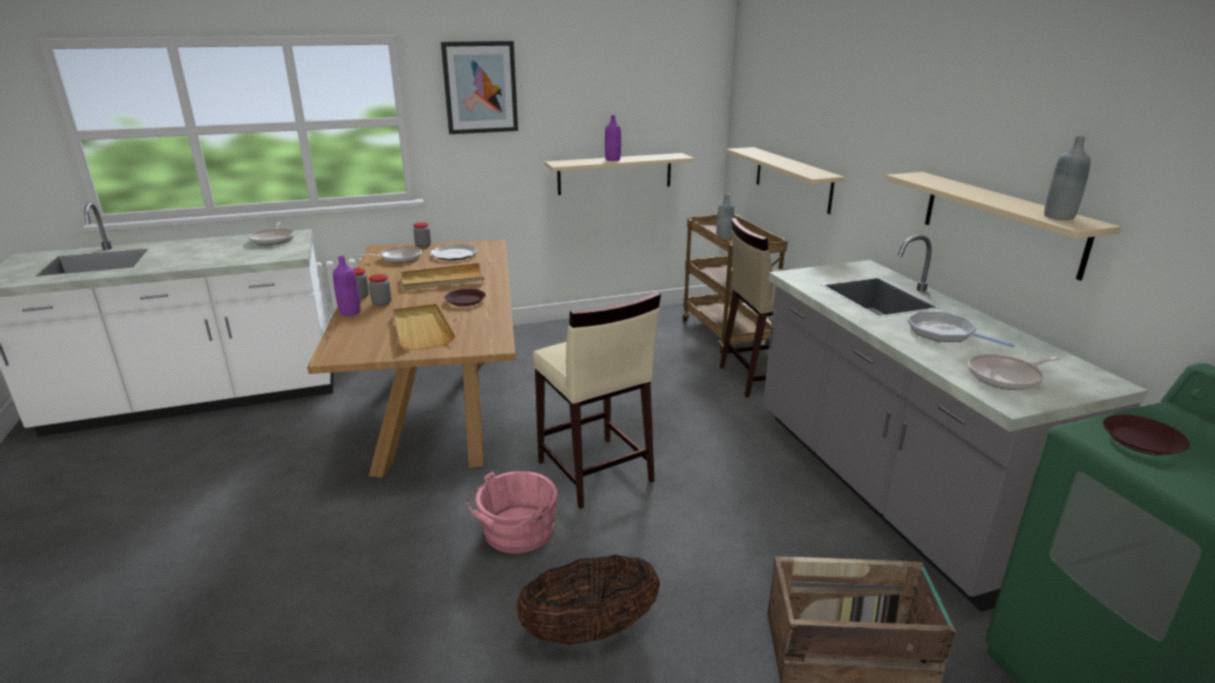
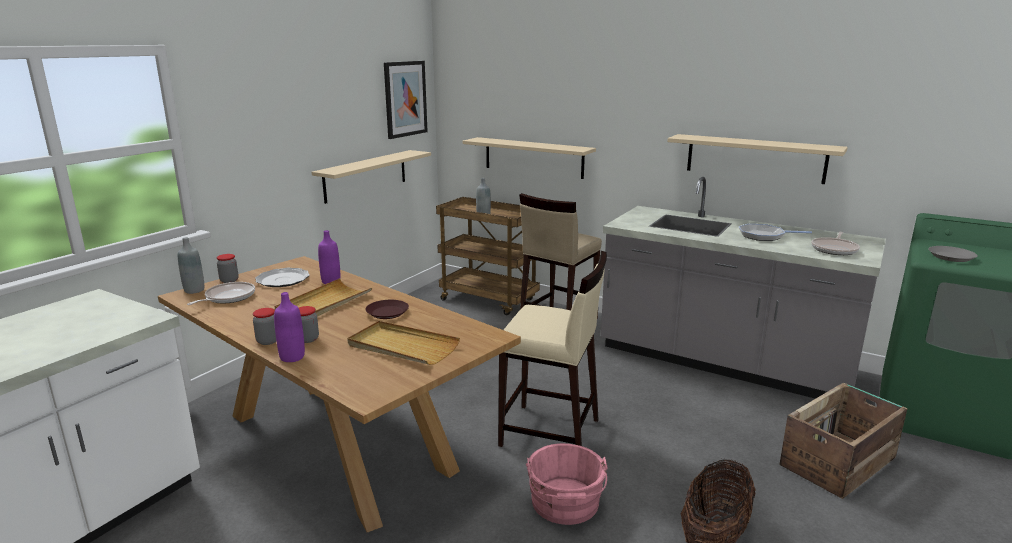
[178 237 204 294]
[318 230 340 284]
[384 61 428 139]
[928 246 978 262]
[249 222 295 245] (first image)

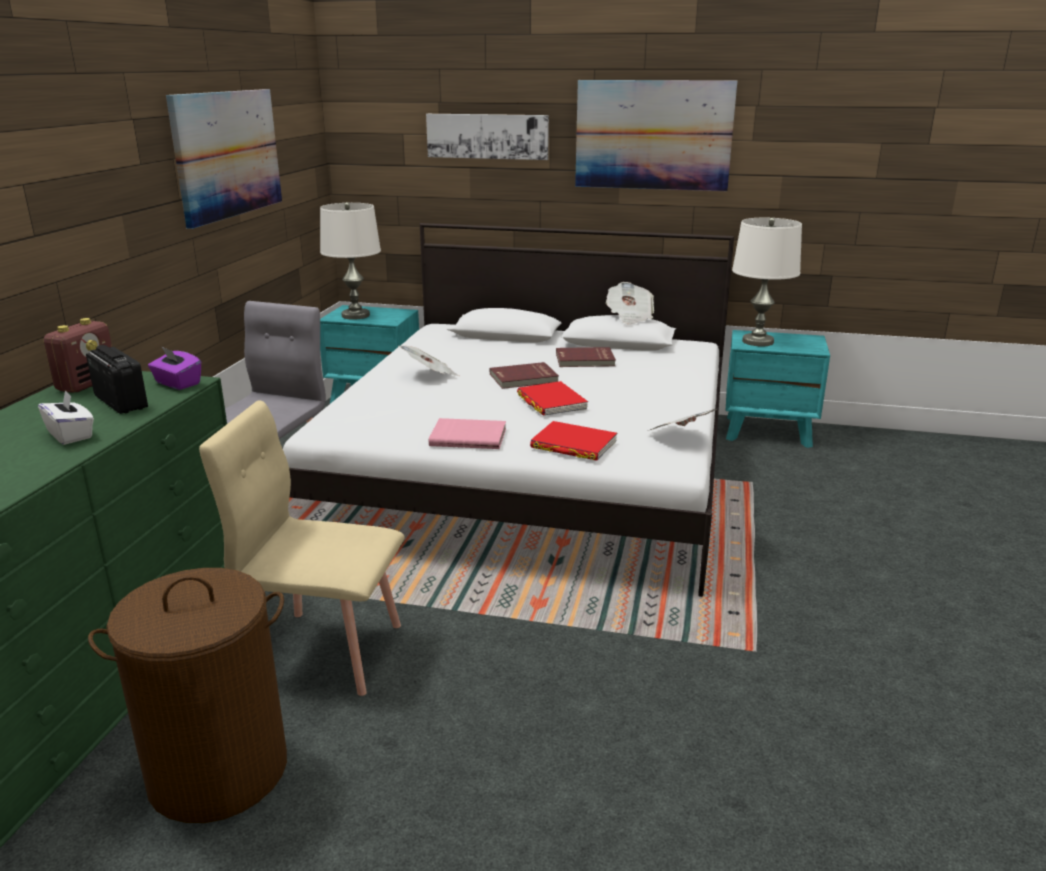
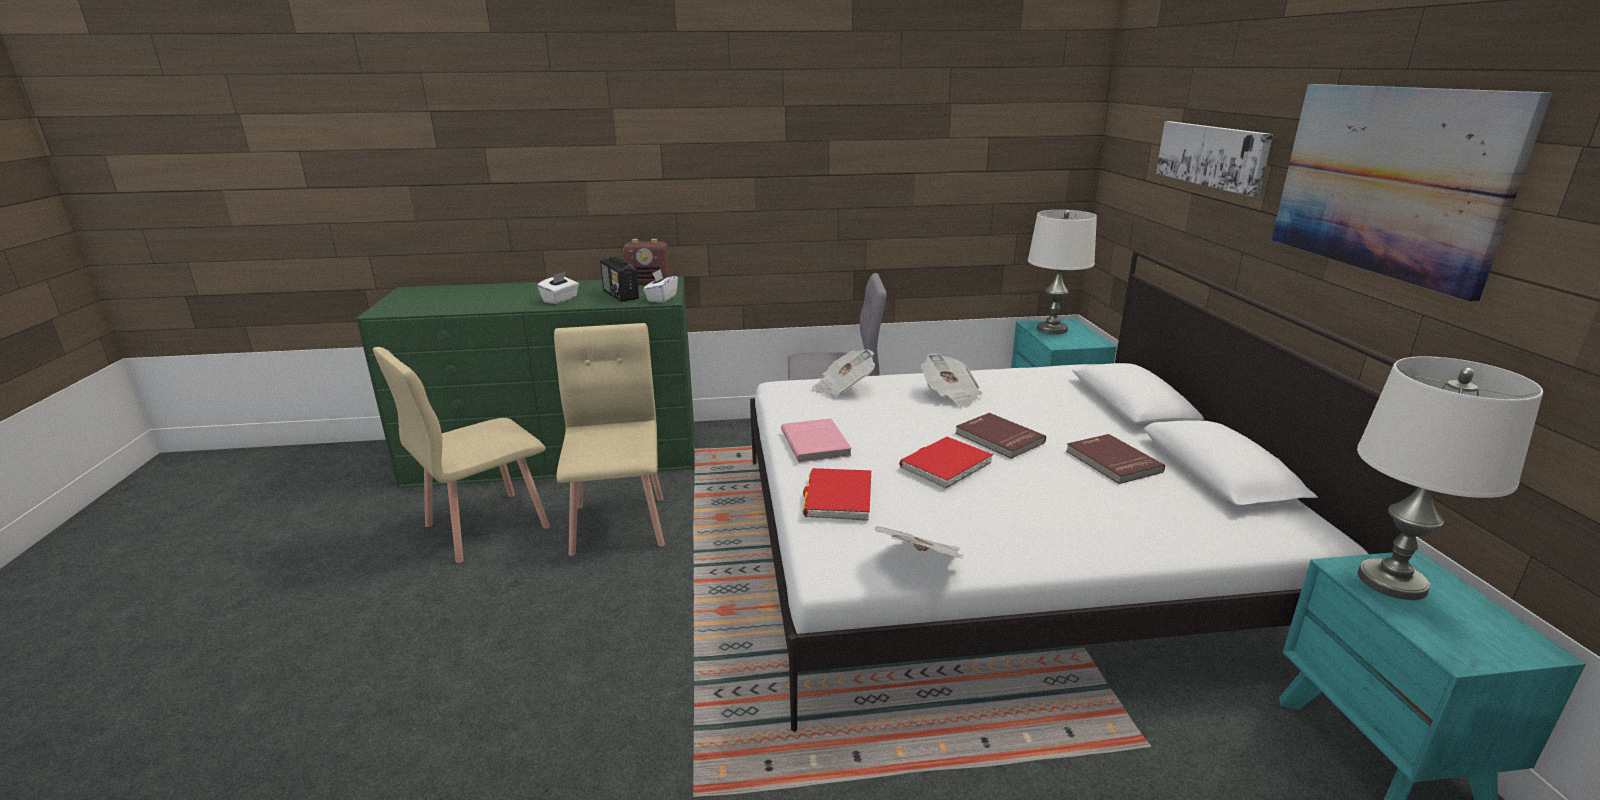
[373 347 550 563]
[600 257 639 302]
[643 270 678 303]
[812 349 875 396]
[166 89 282 229] (first image)

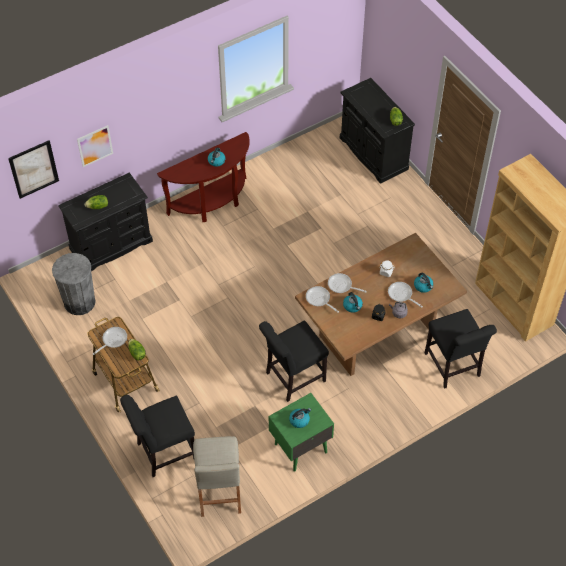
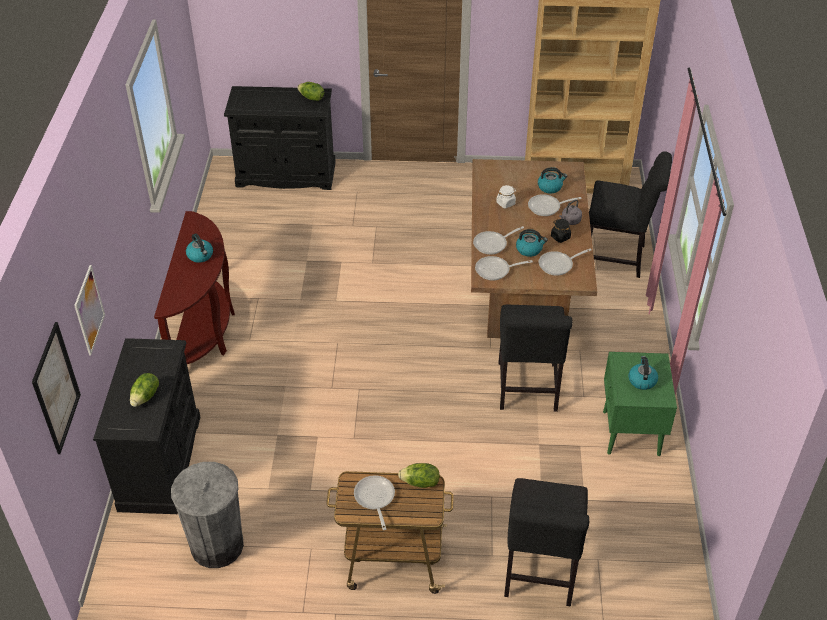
[538 248 592 276]
[193 436 241 517] (first image)

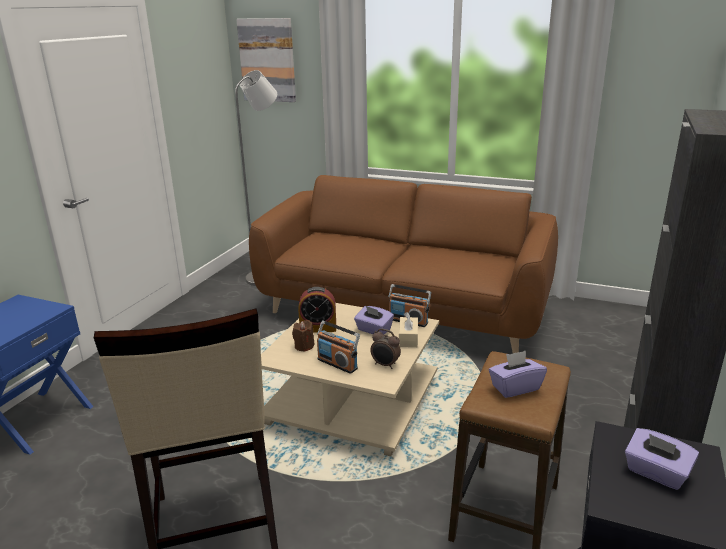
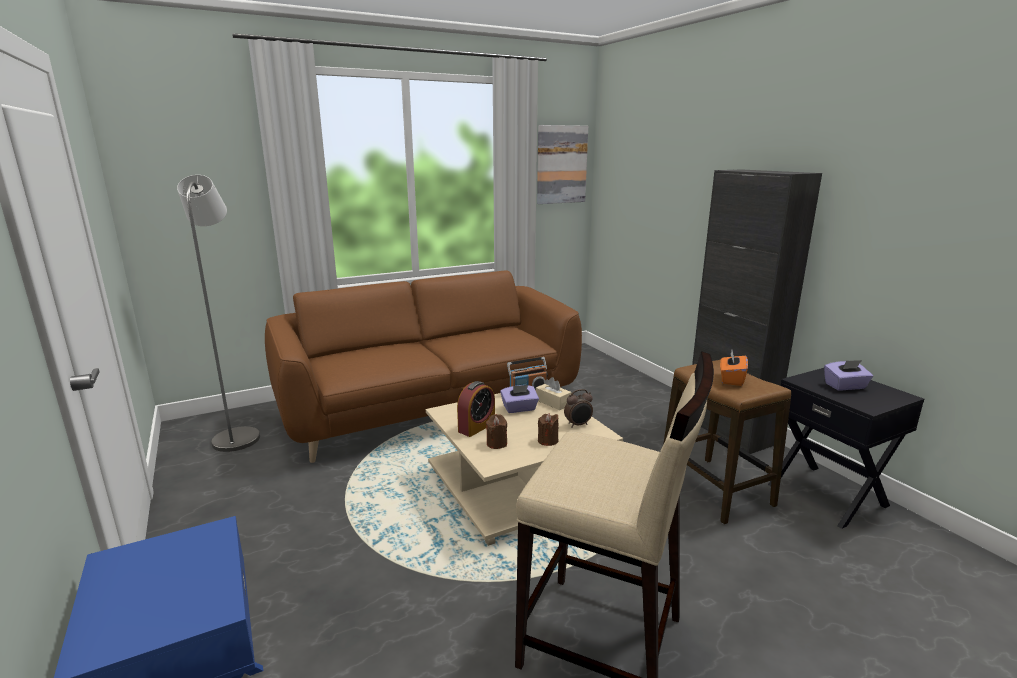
[537 125 588 204]
[538 413 558 446]
[720 351 748 386]

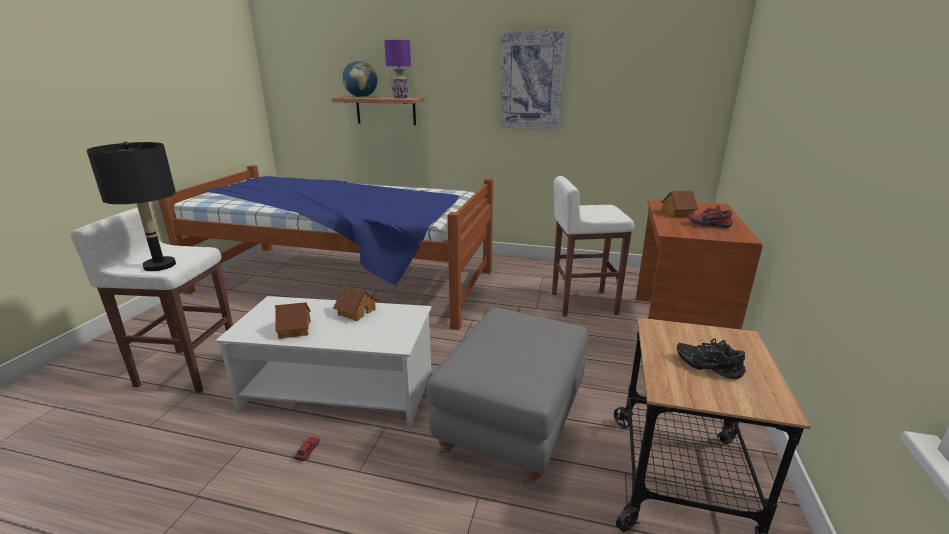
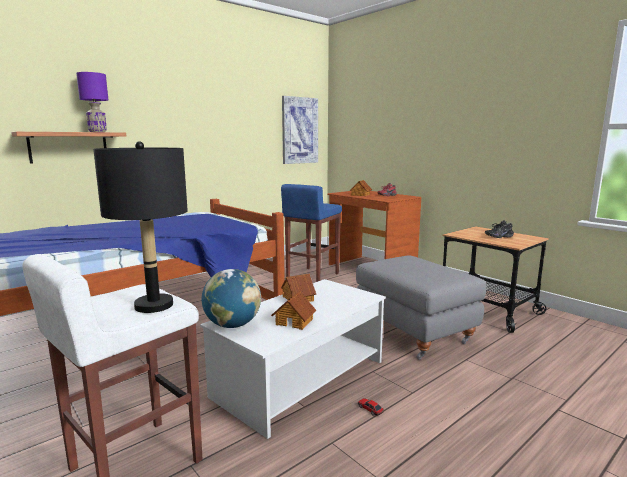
[202 269 261 328]
[281 184 342 282]
[282 96 318 164]

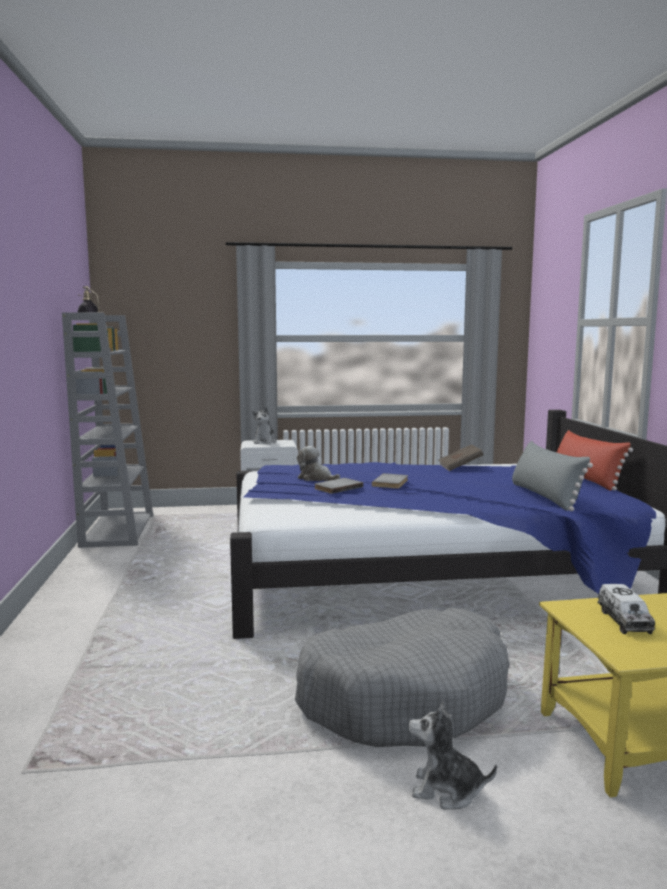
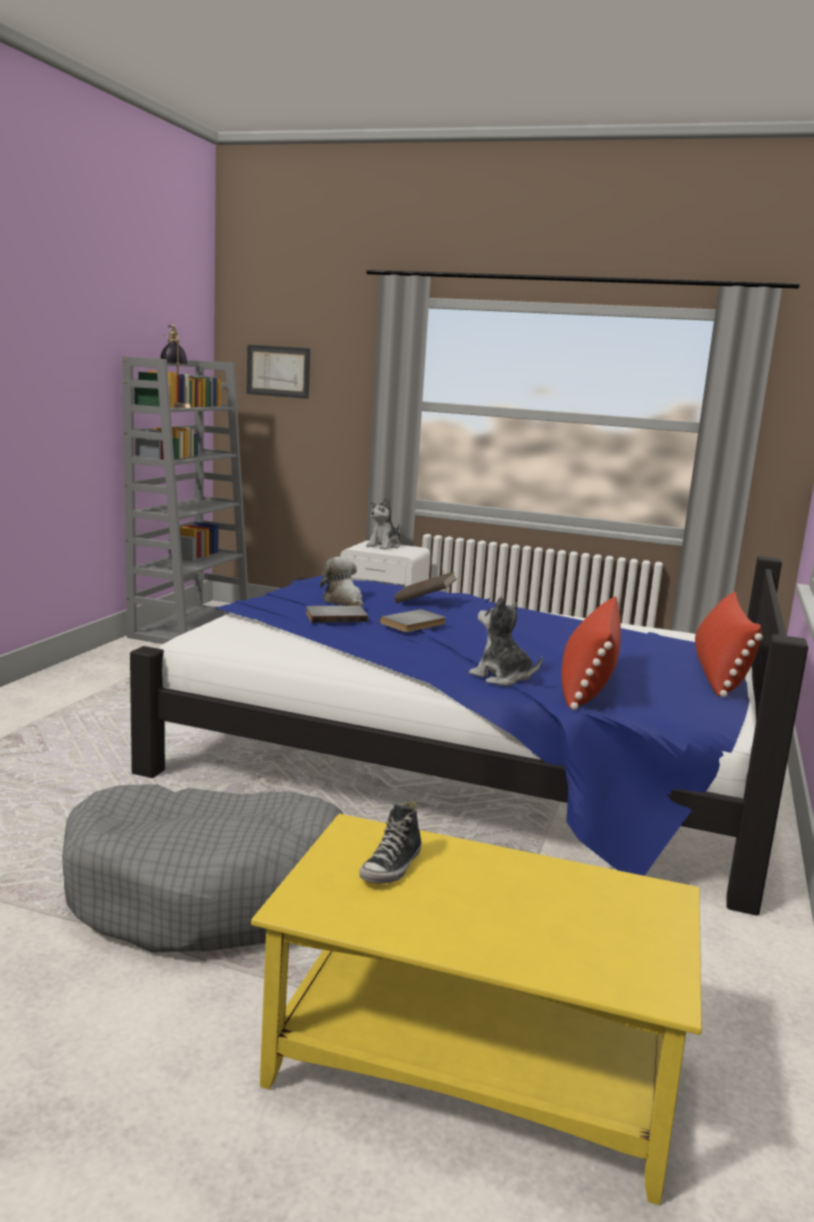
[246 345 310 399]
[359 800 422 884]
[394 572 457 603]
[469 596 542 686]
[561 596 621 710]

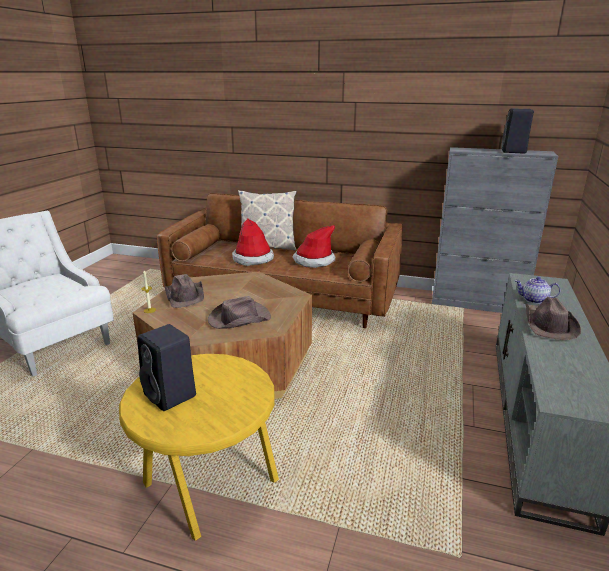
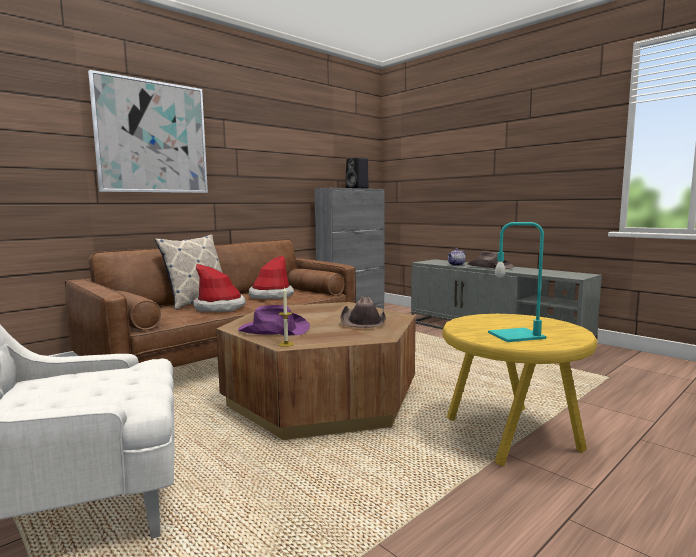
[88 70 208 193]
[238 305 310 336]
[488 222 546 342]

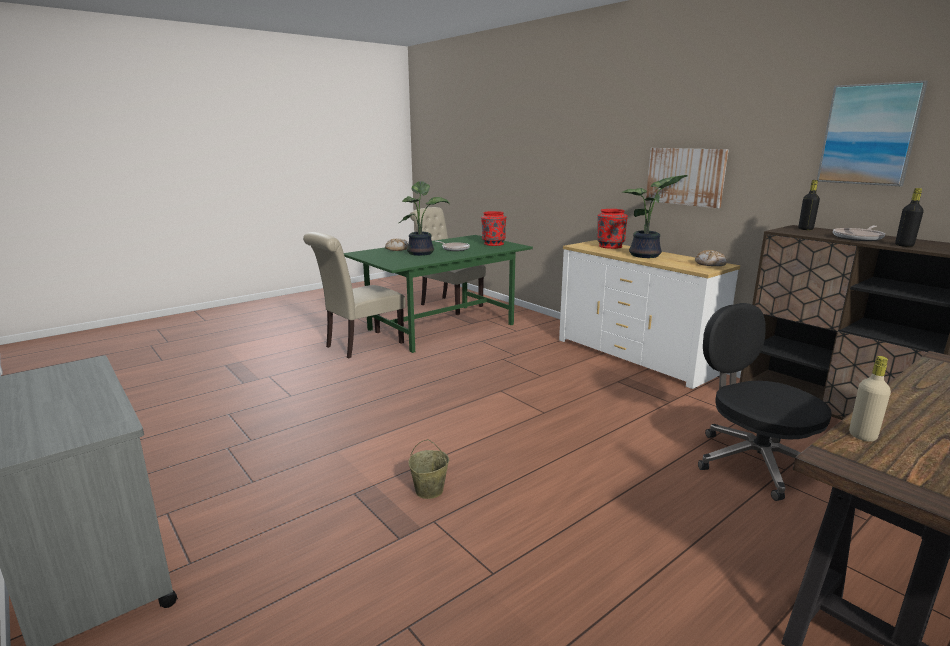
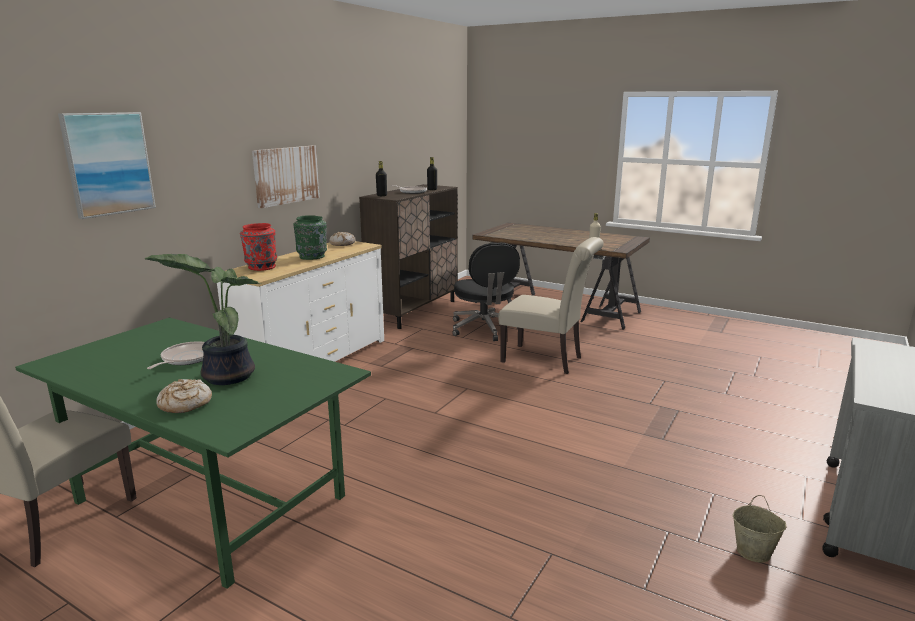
[58 112 156 219]
[293 215 327 260]
[452 243 520 341]
[498 237 604 374]
[733 495 786 563]
[481 211 506 246] (first image)

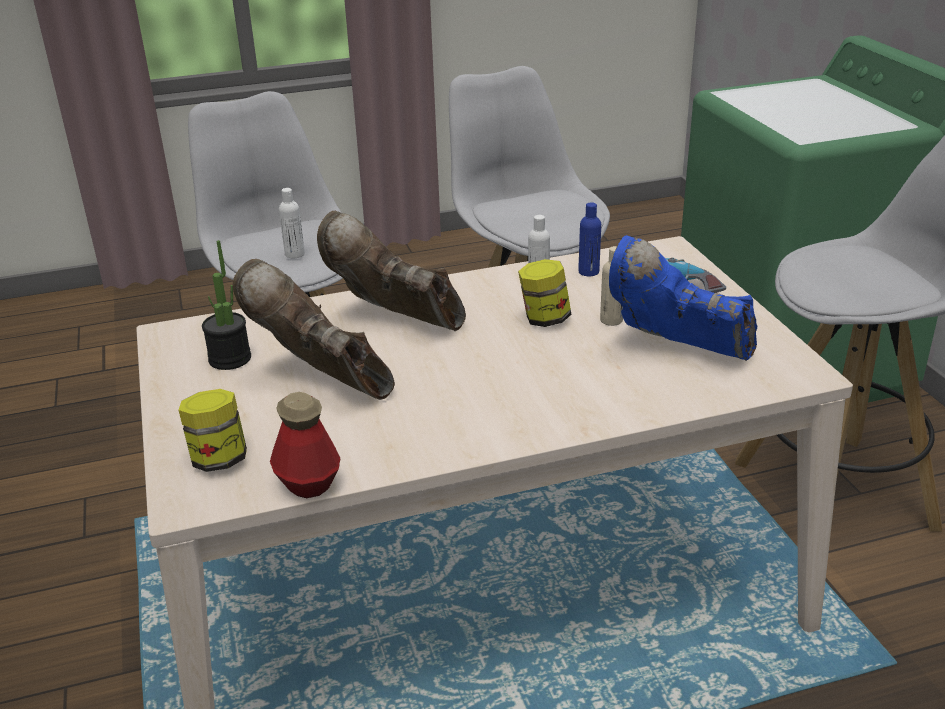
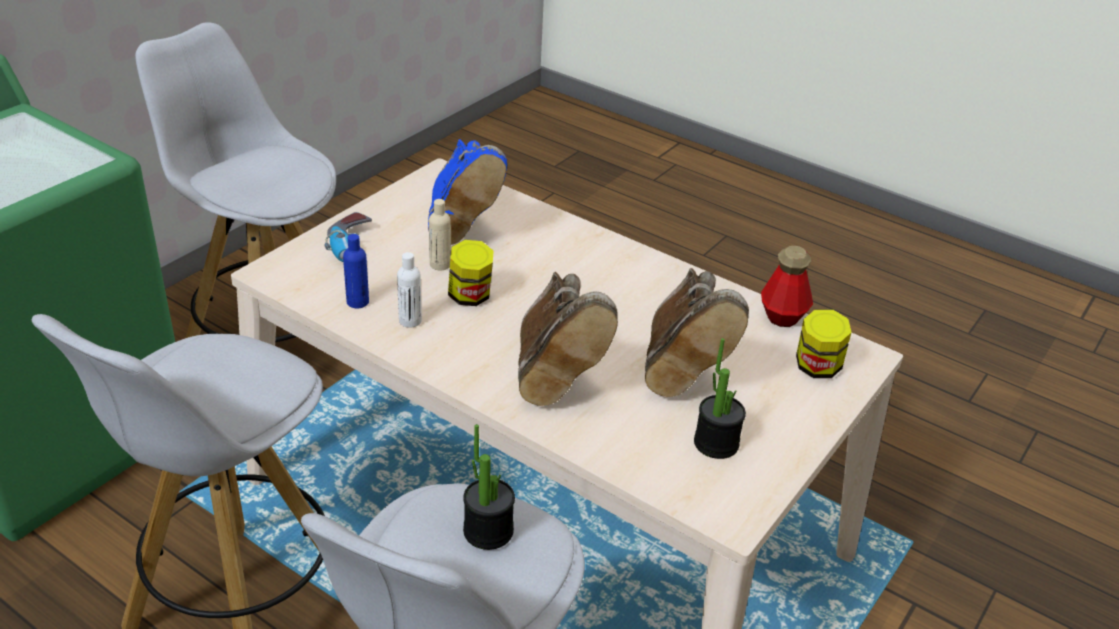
[463 424 515 550]

